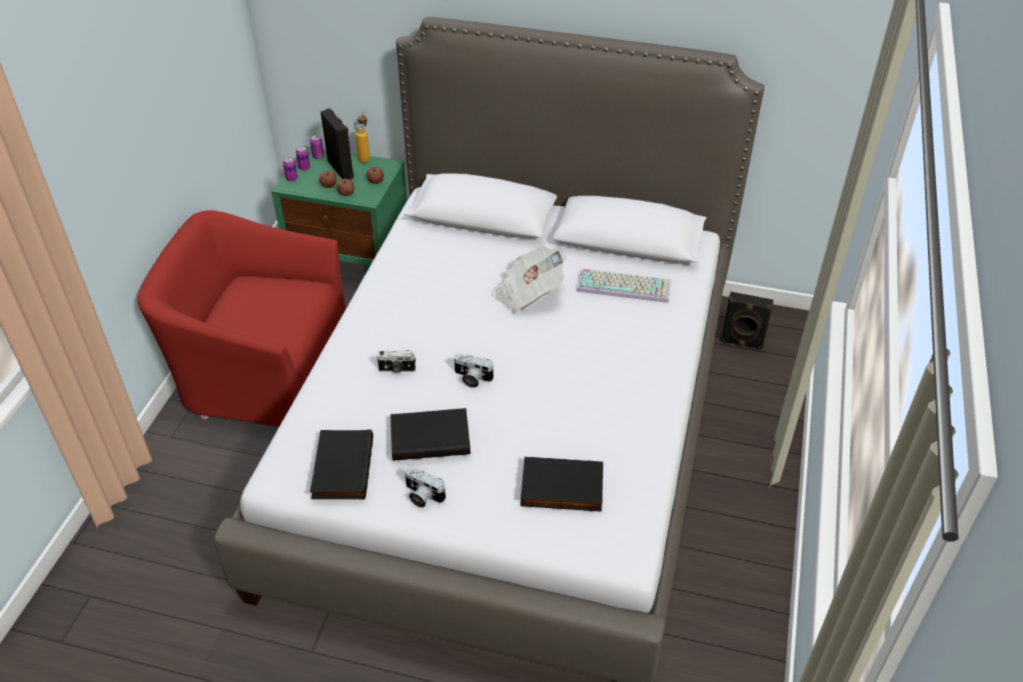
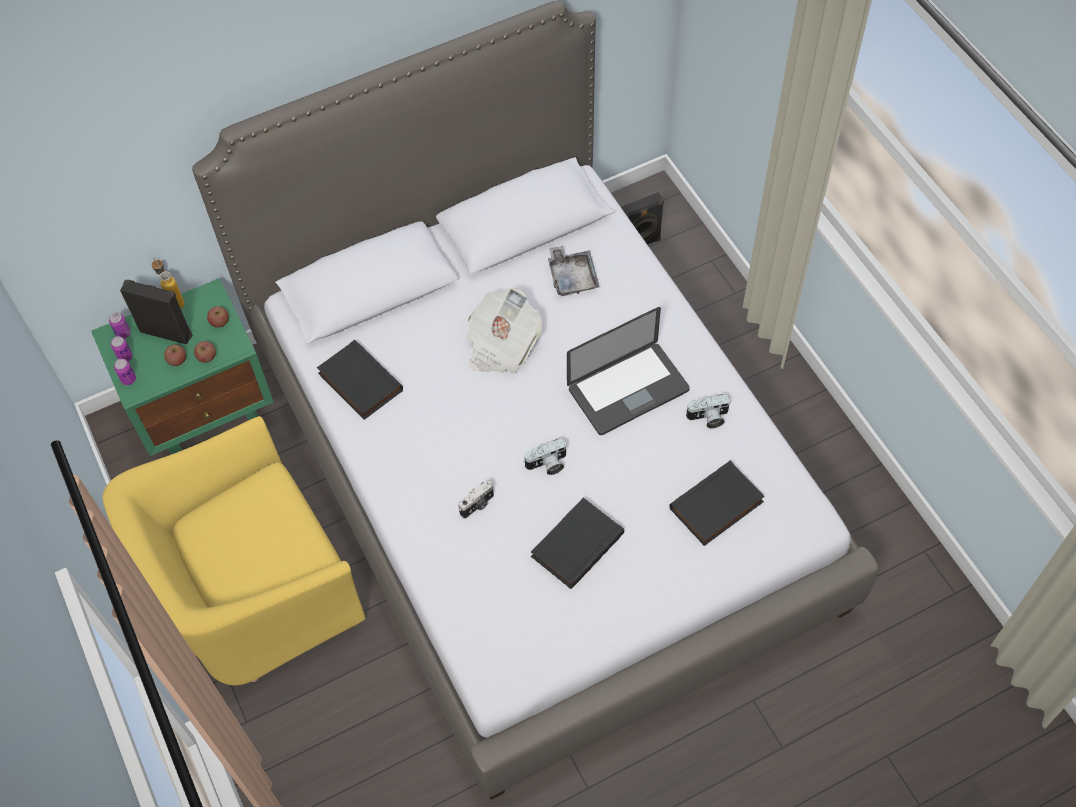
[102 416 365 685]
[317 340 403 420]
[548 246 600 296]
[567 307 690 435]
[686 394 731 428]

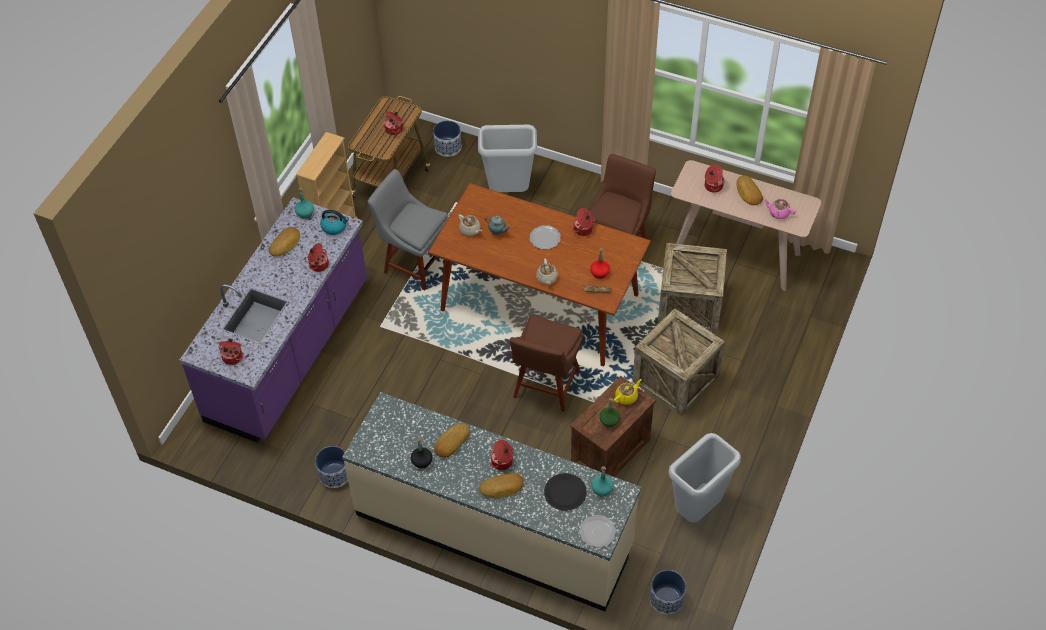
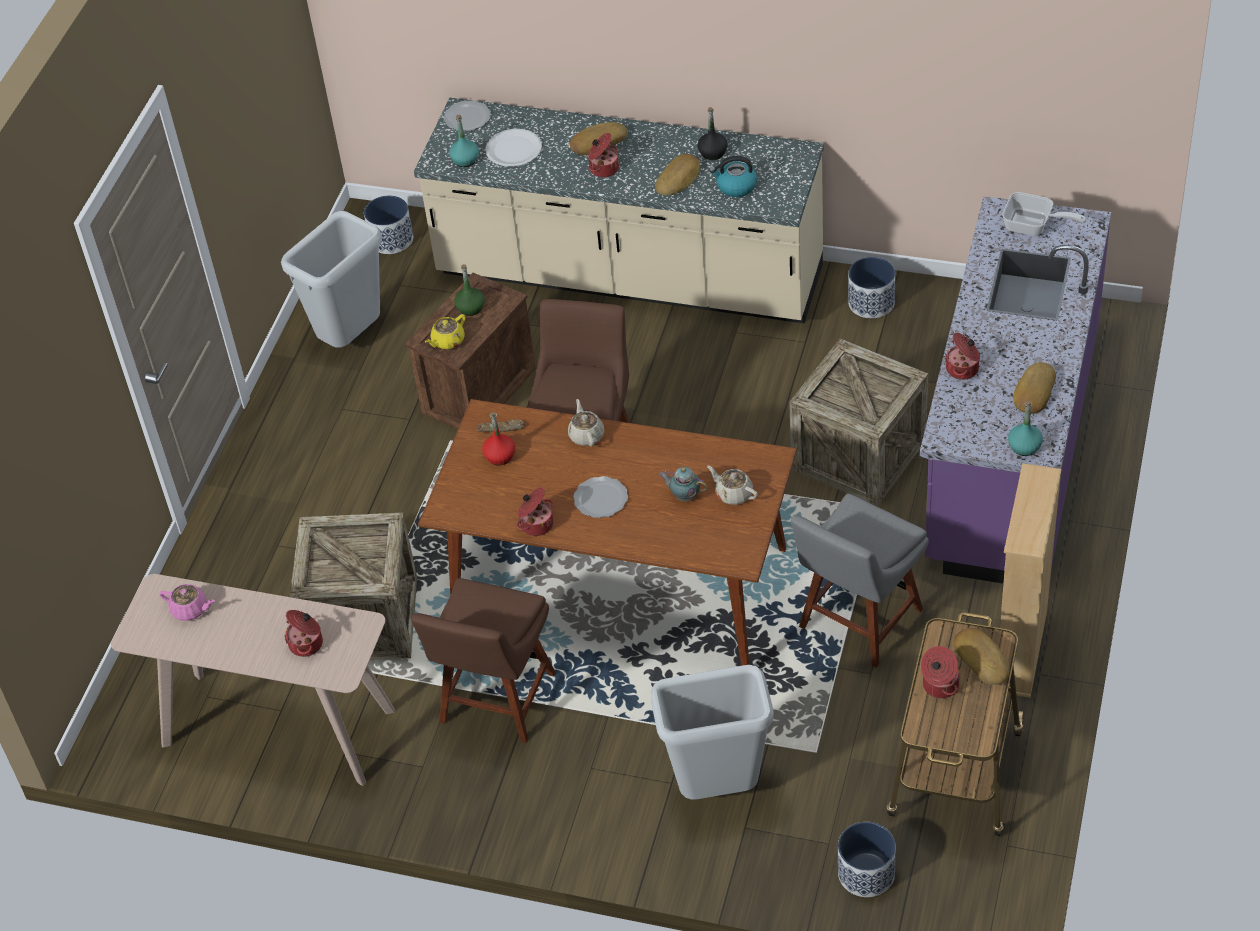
[485 129 542 167]
[710 156 757 197]
[789 339 928 506]
[791 494 929 668]
[953 628 1010 685]
[1002 192 1086 236]

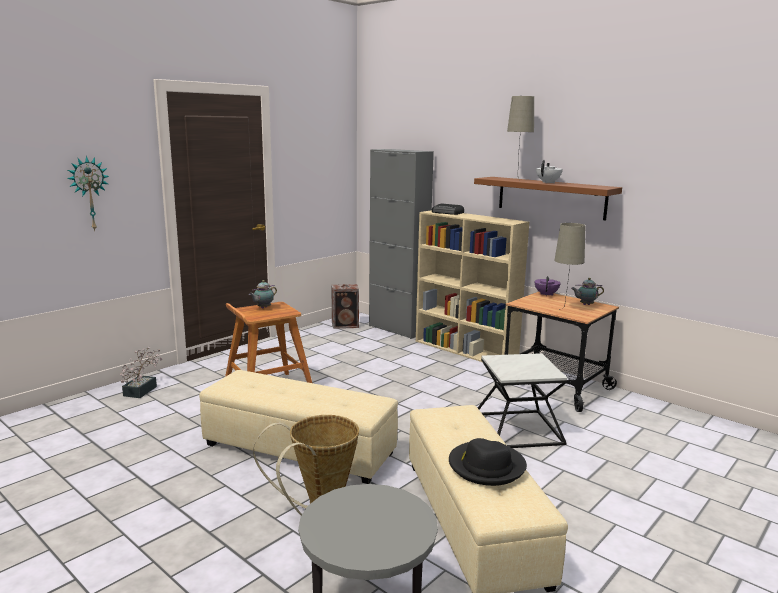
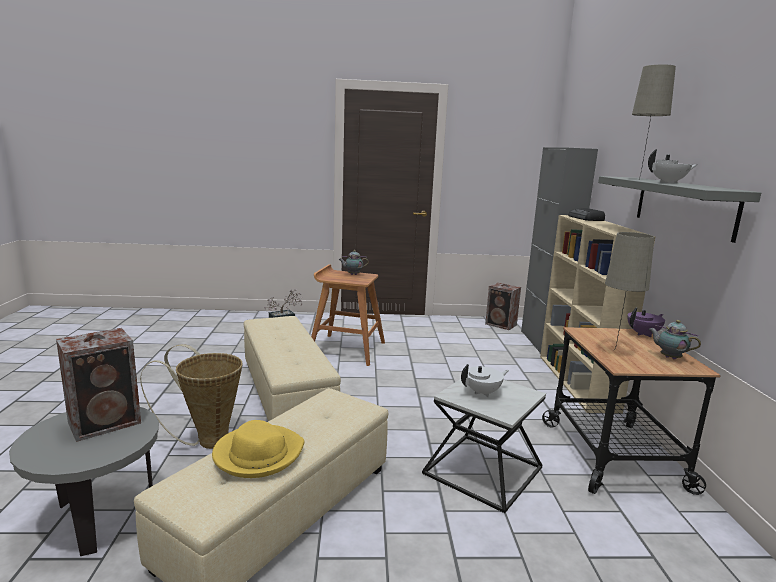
[56 328 141 442]
[212 420 304 478]
[461 364 509 397]
[598 176 761 243]
[67 156 109 231] (first image)

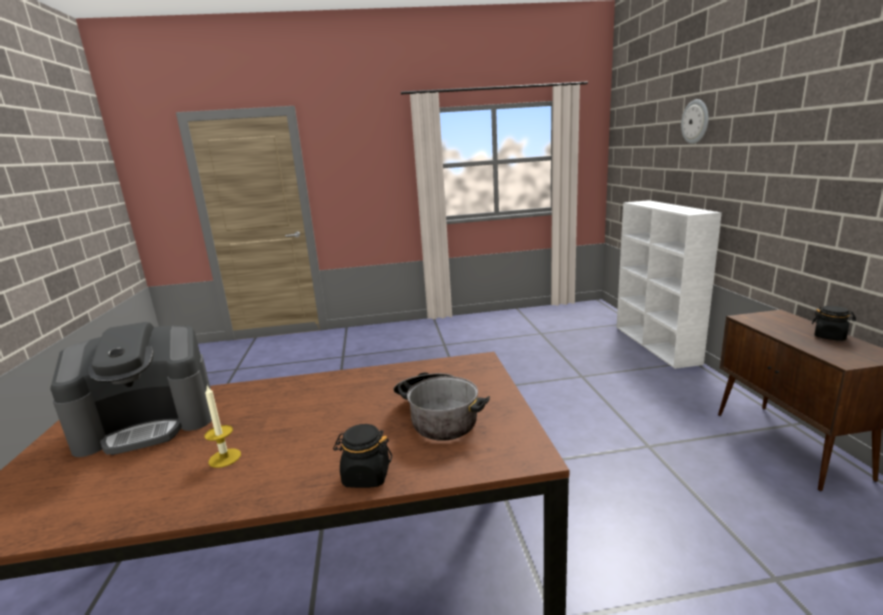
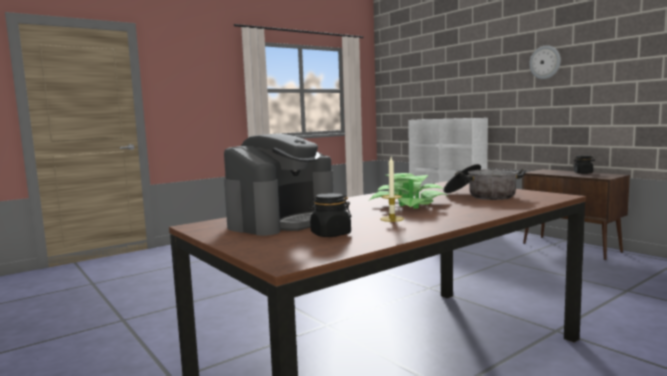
[308 193 351 237]
[368 173 448 209]
[529 45 561 79]

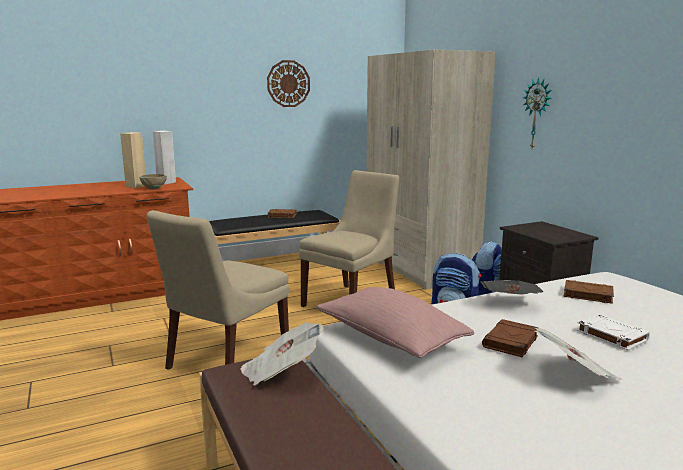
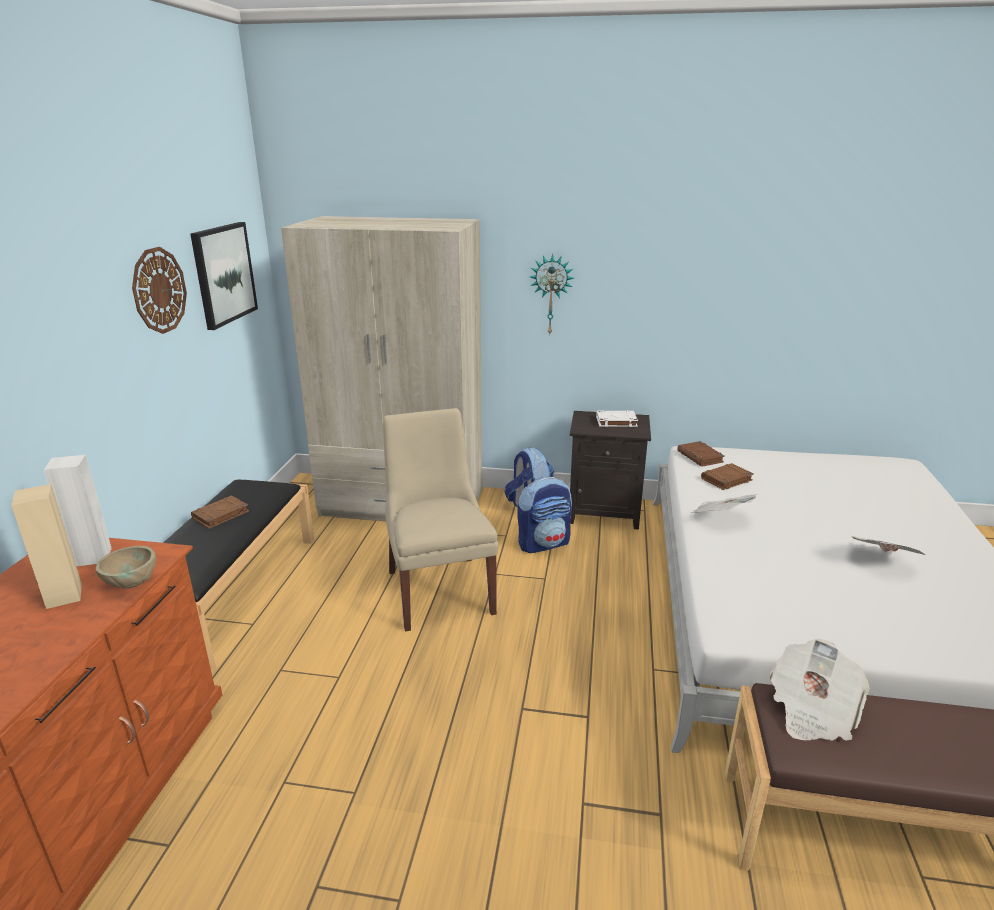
[190 222 258 330]
[596 410 638 427]
[677 441 725 467]
[147 210 289 370] (first image)
[316 287 474 358] (first image)

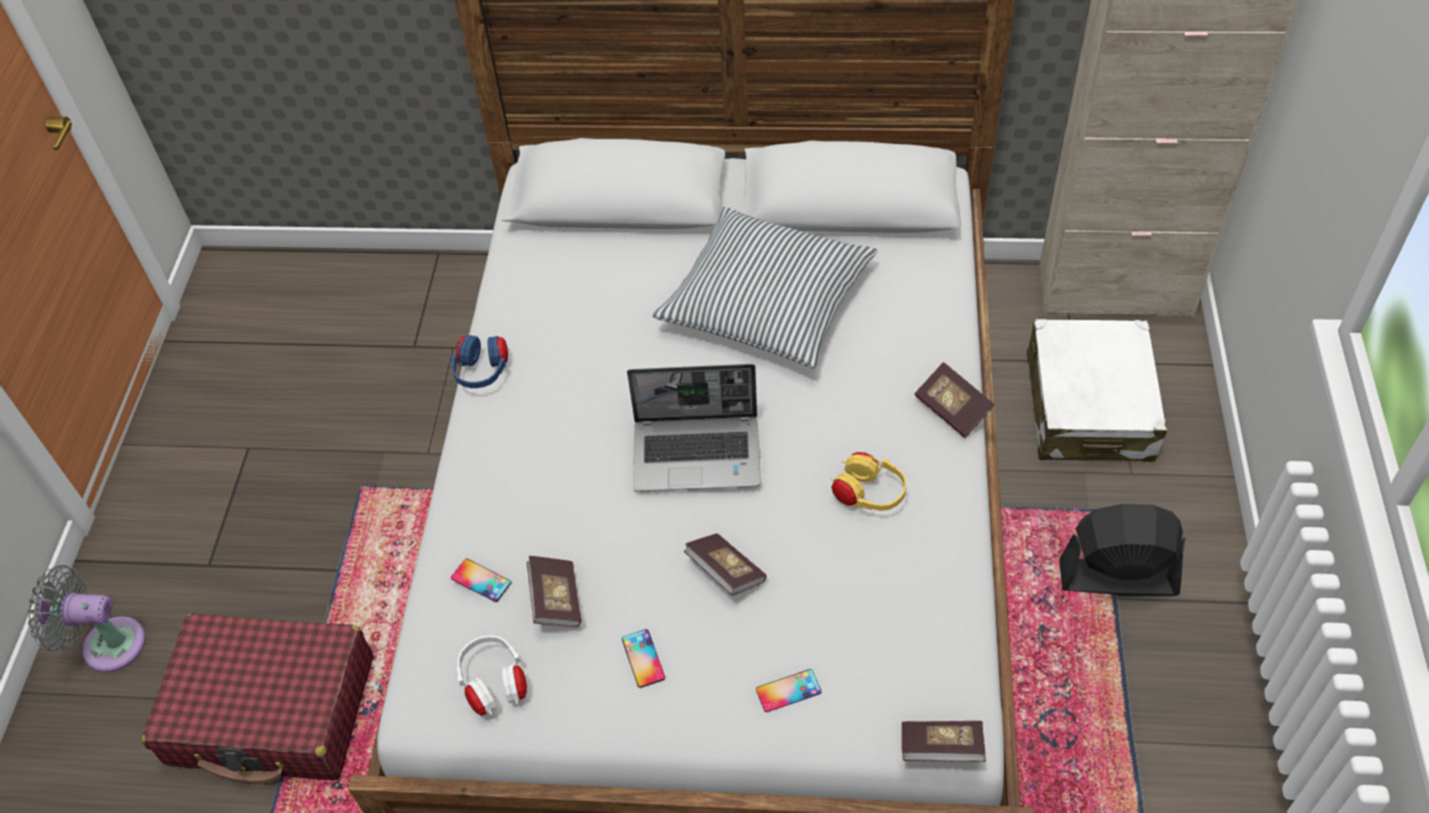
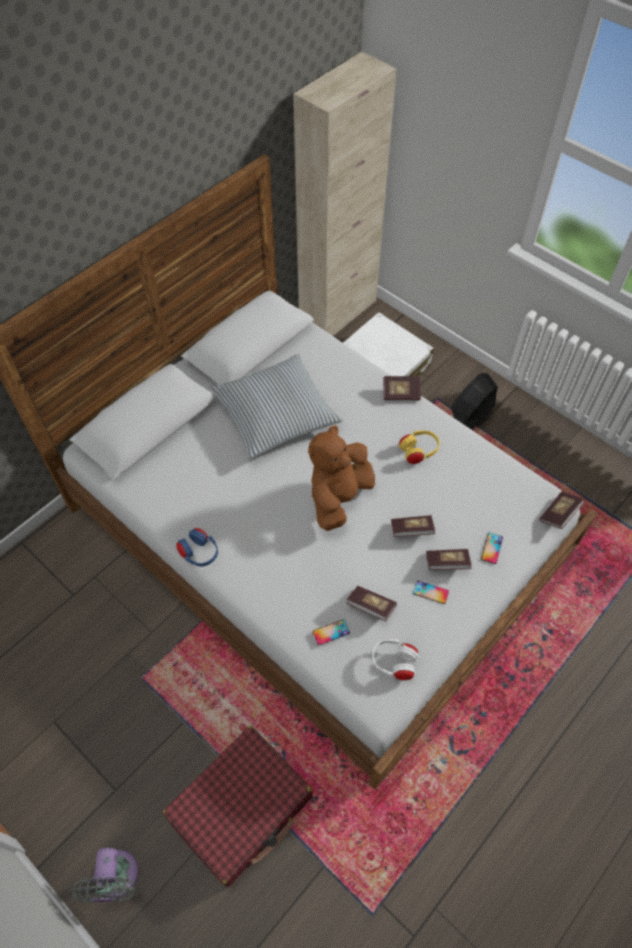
[71 848 139 902]
[308 425 375 531]
[426 549 472 570]

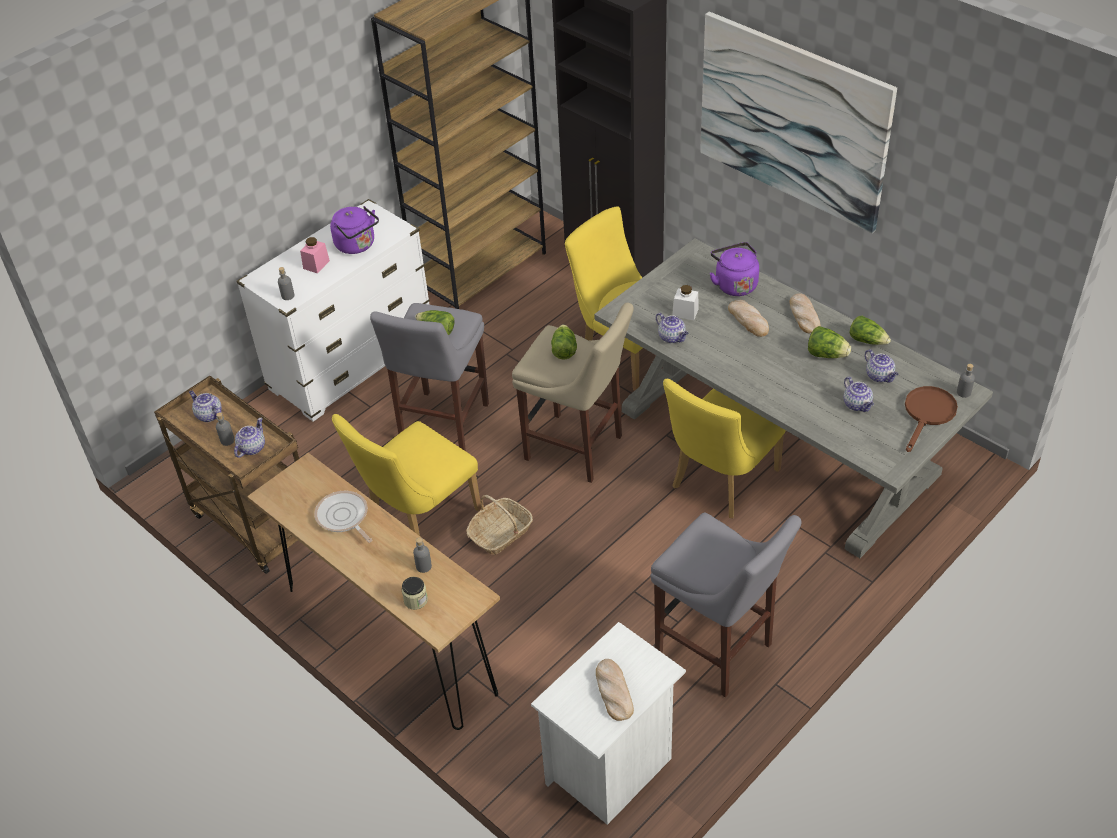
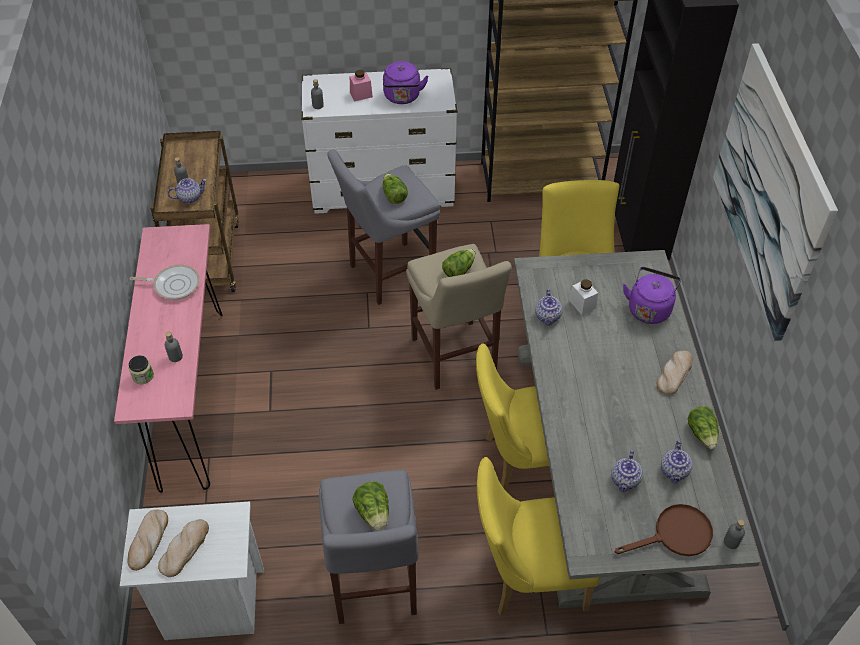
[114 224 222 493]
[128 509 168 571]
[129 264 200 300]
[353 481 389 530]
[477 457 600 615]
[189 391 223 422] (first image)
[466 495 533 555] (first image)

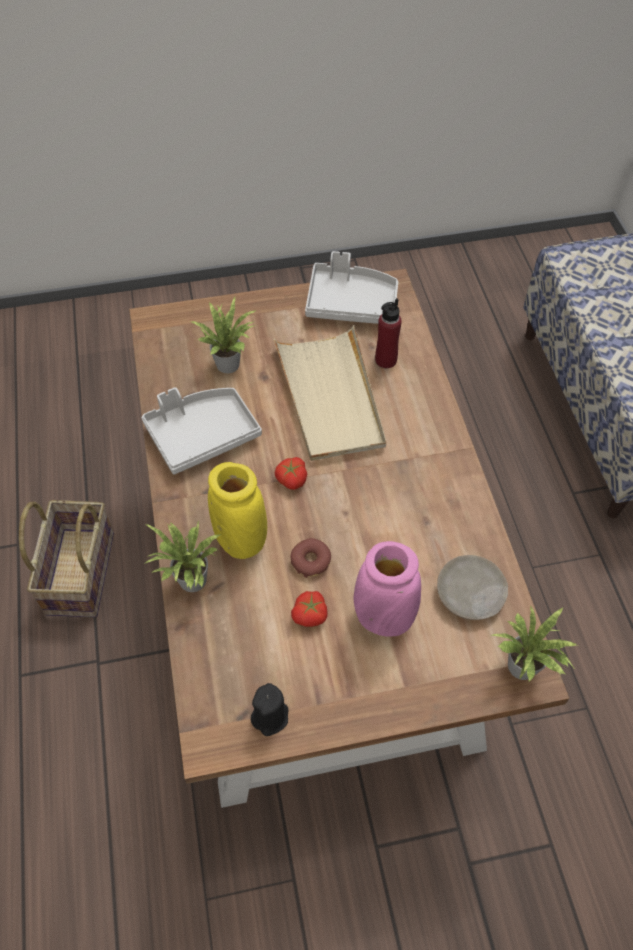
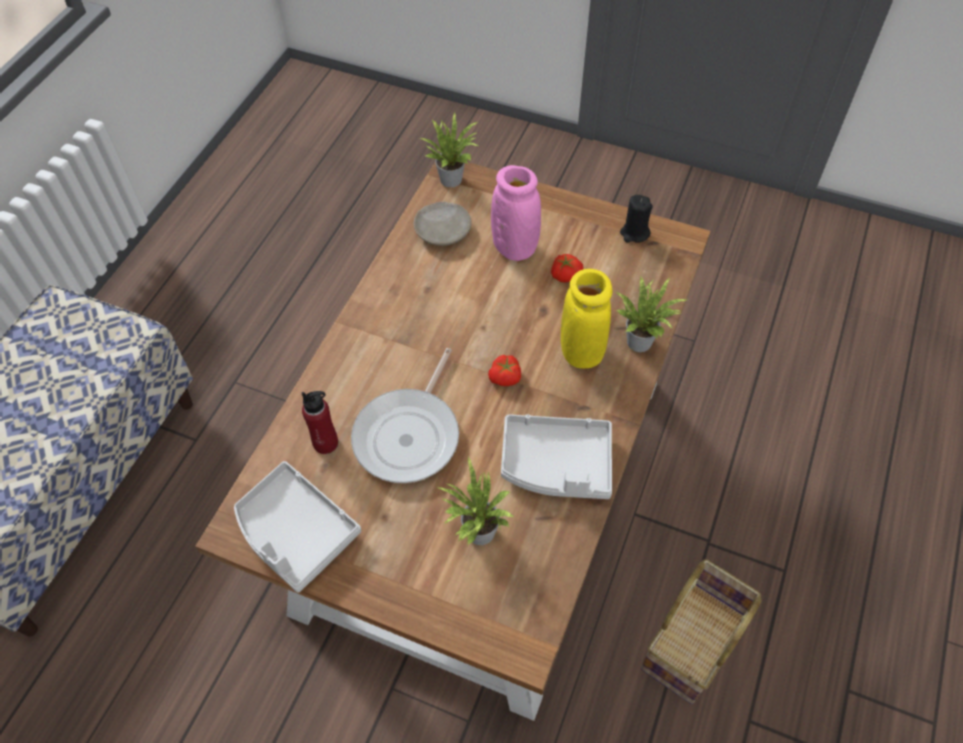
[351 348 459 483]
[291 538 331 578] (first image)

